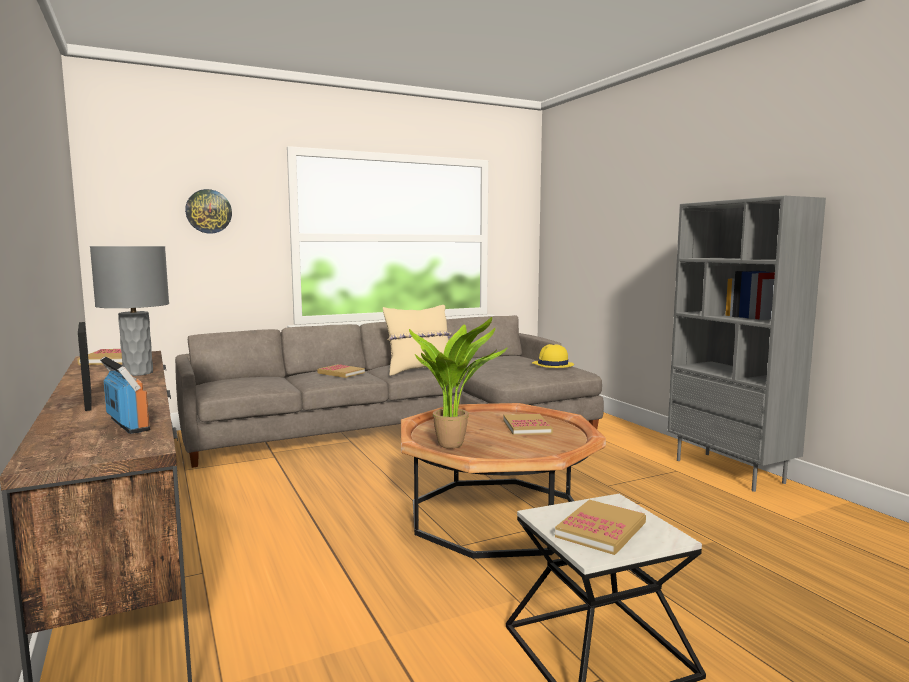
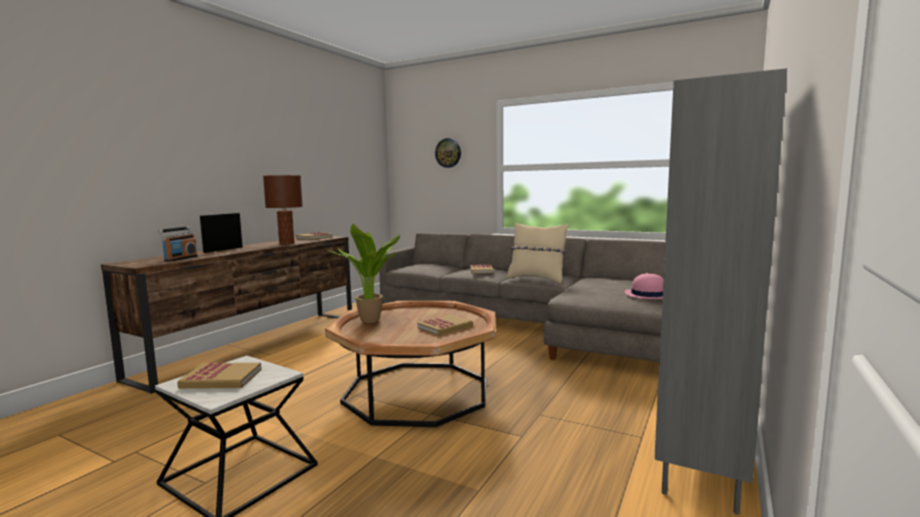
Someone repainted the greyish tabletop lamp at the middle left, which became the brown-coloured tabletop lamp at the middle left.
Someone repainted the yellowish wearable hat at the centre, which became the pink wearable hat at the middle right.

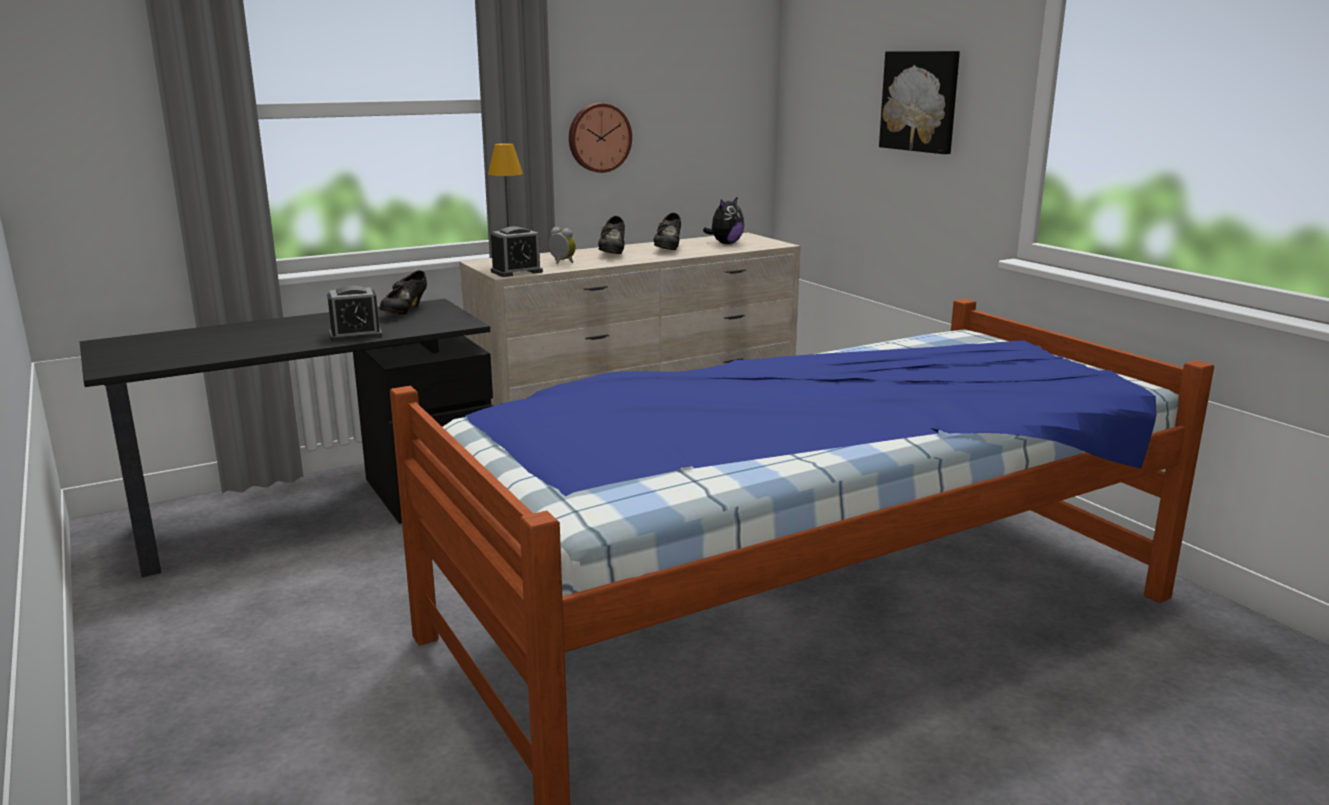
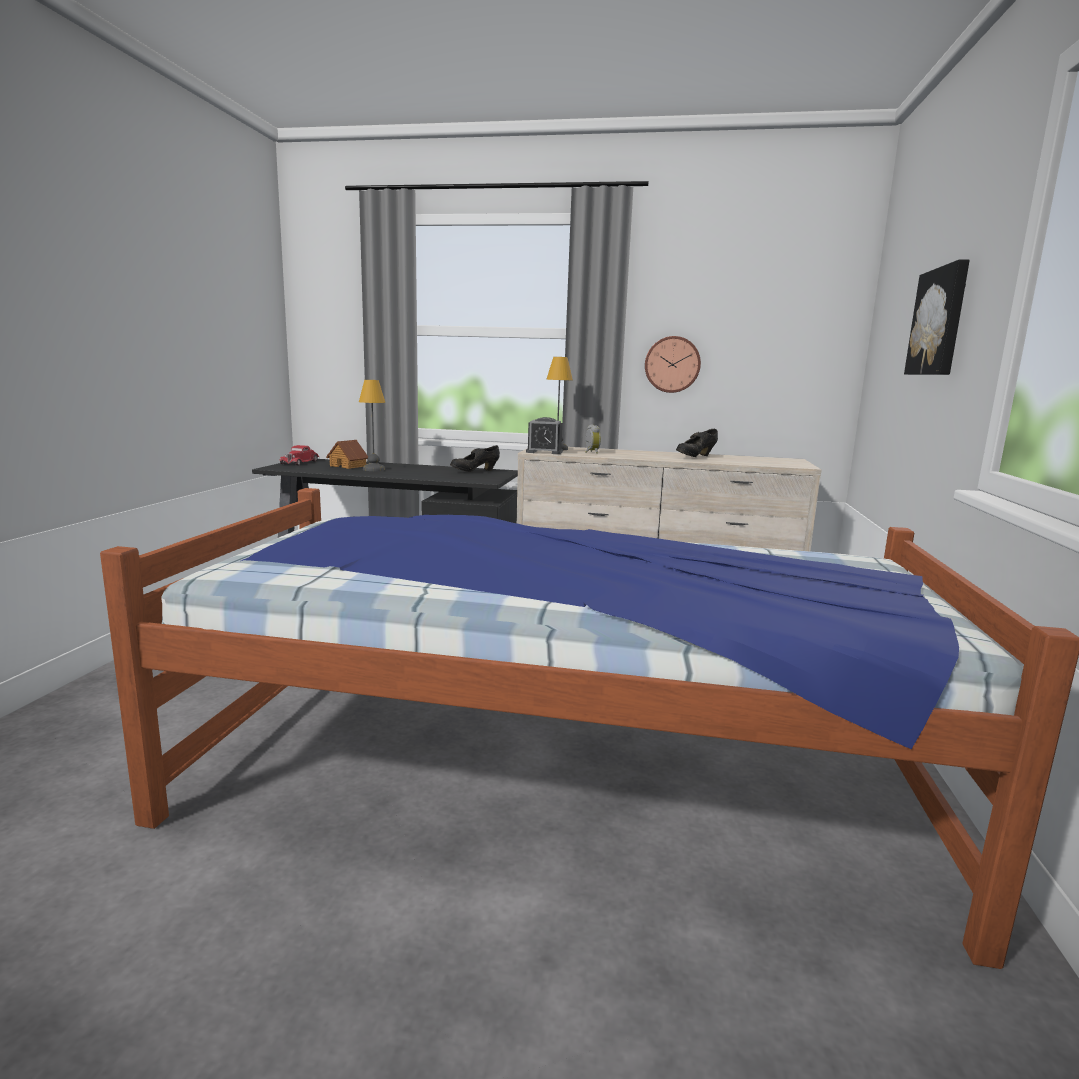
Someone took away the alarm clock (1st from left) at the middle left.
Someone took away the black item of footwear (2nd from left) at the top centre.
Someone took away the plush toy at the top centre.
Someone put down the red-coloured miniature car at the middle left.
Someone put down the model house at the middle left.
Someone put down the tabletop lamp (1st from left) at the centre.

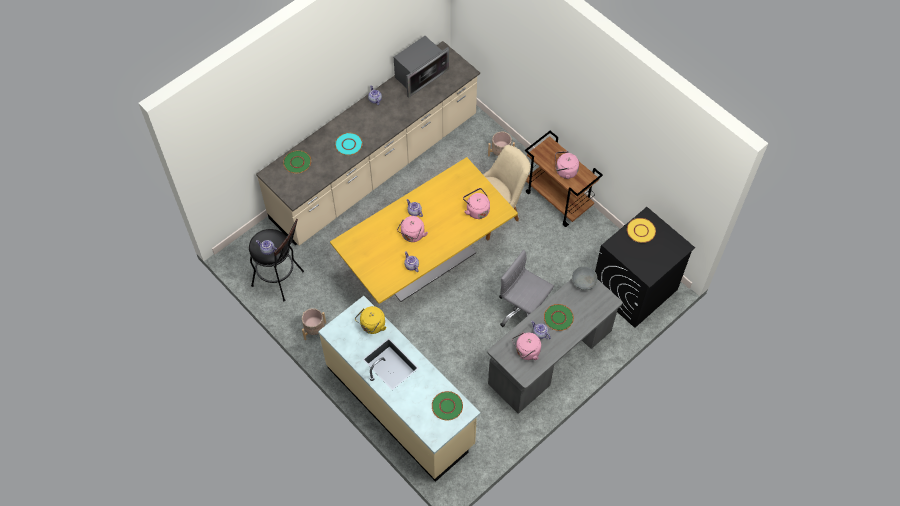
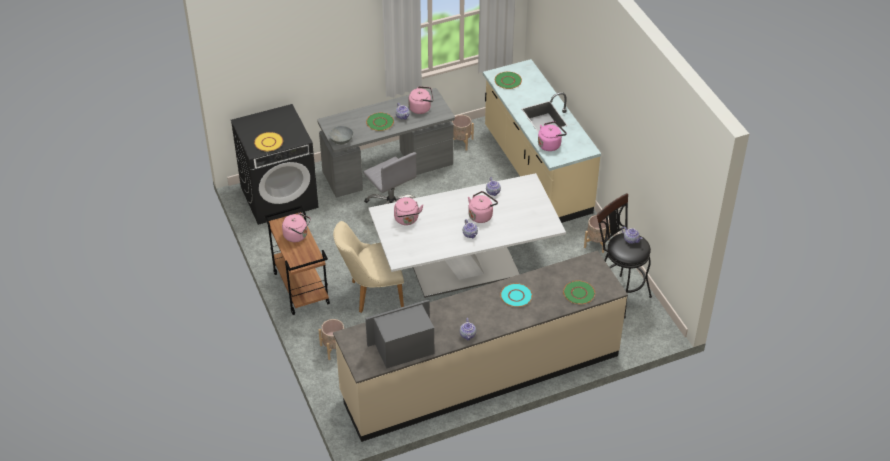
Someone repainted the yellowish dining table at the centre, which became the whitish dining table at the centre.
Someone repainted the yellowish tea kettle at the centre, which became the pink tea kettle (5th from left) at the top centre.
Someone put down the beige-coloured planter (2nd from left) at the top centre.

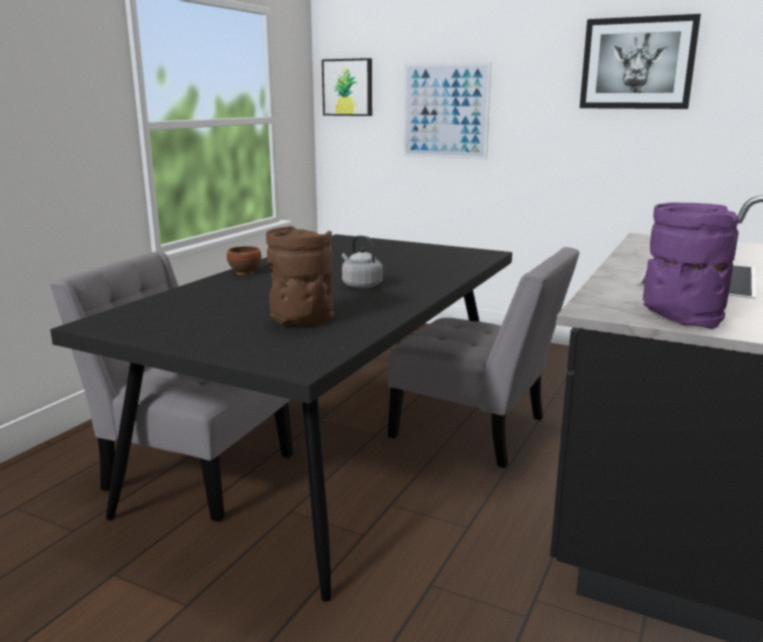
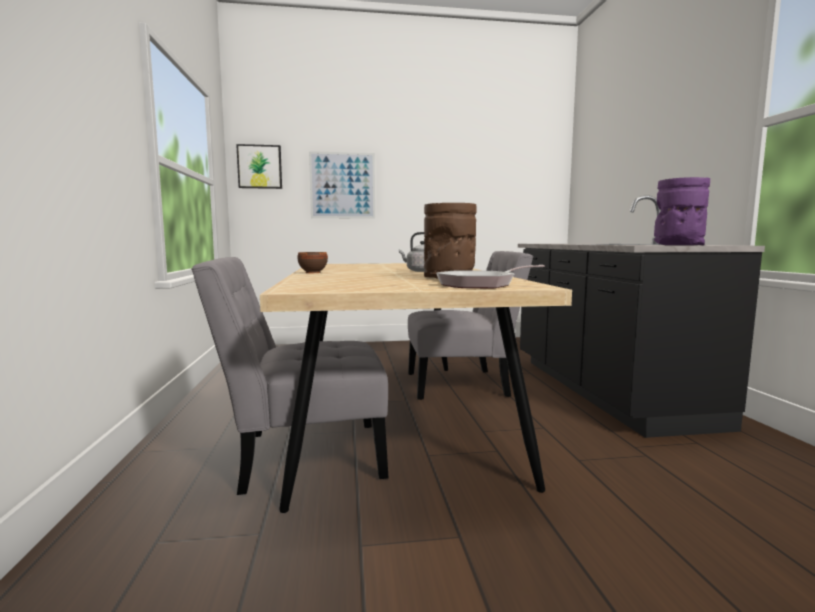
Someone repainted the black dining table at the centre, which became the beige-coloured dining table at the centre.
Someone took away the picture (3rd from left) at the top right.
Someone put down the skillet at the centre.

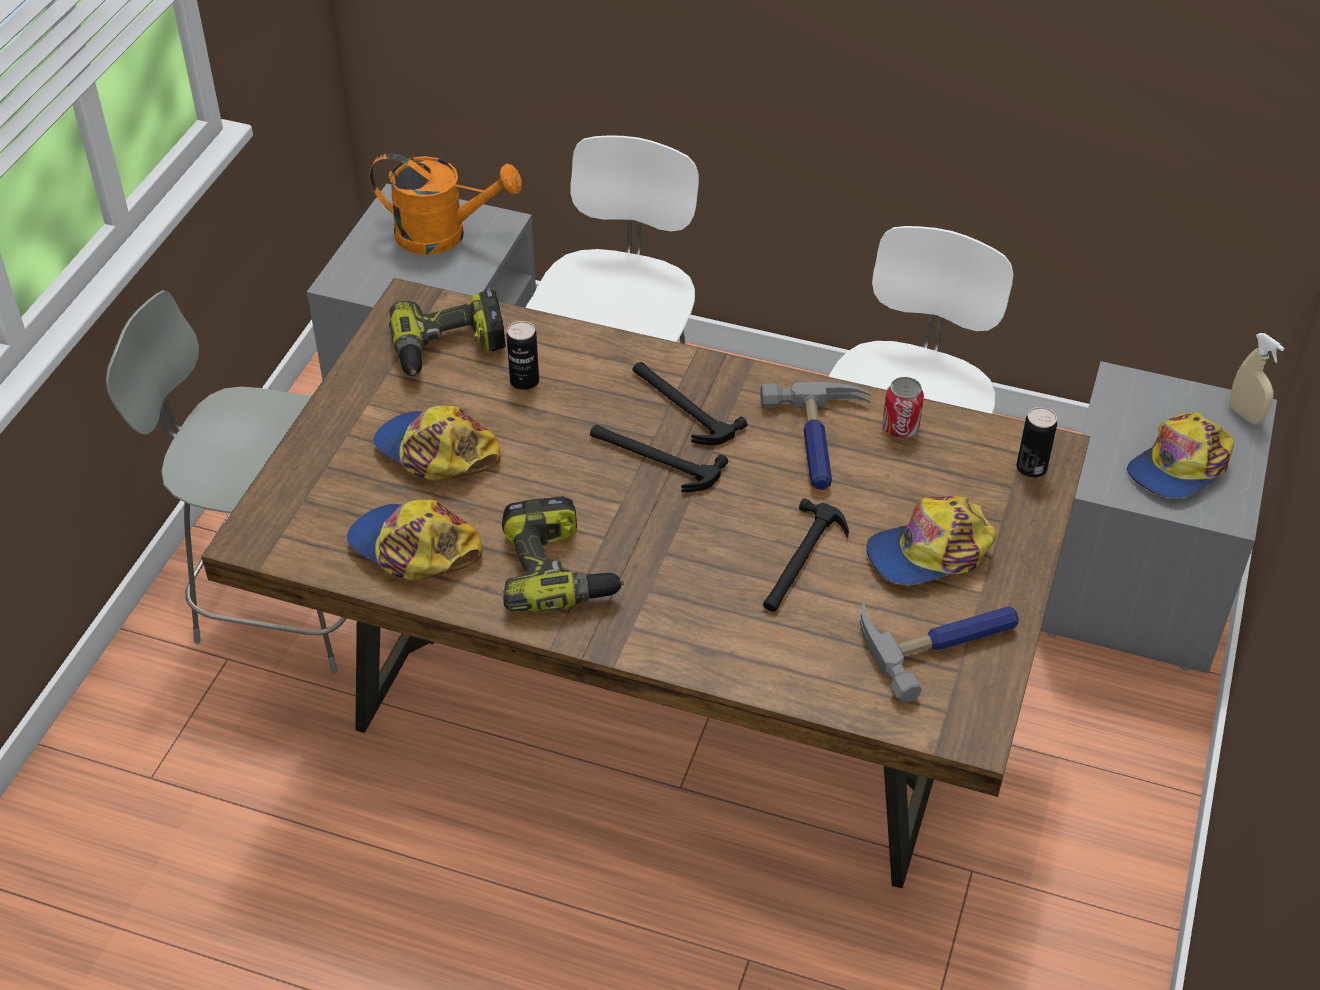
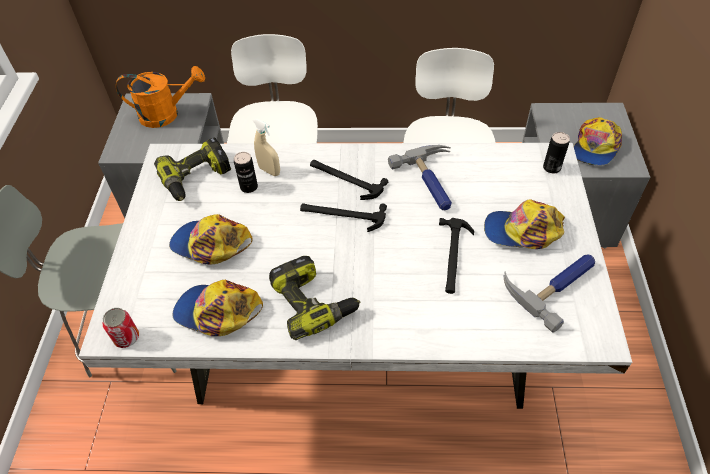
Someone repainted the brown-coloured dining table at the centre, which became the whitish dining table at the centre.
Someone rotated the peaked cap (3rd from left) at the middle right by 45 degrees clockwise.
Someone carried the can (2nd from left in the first image) from the middle right to the bottom left.
Someone carried the beige-coloured hand sprayer from the middle right to the top centre.

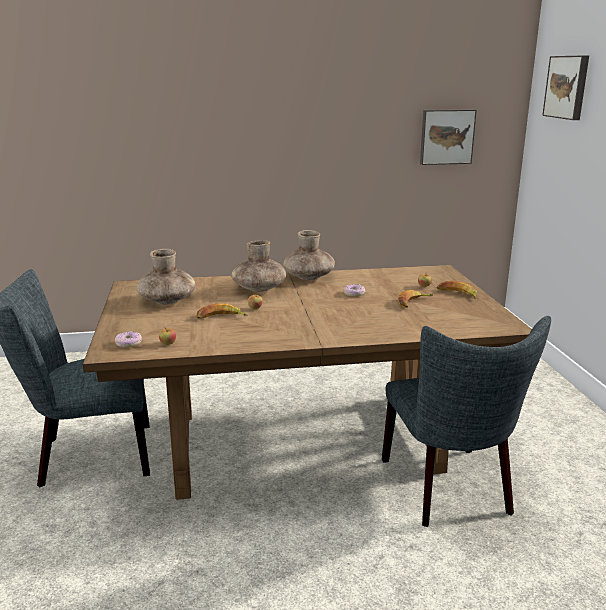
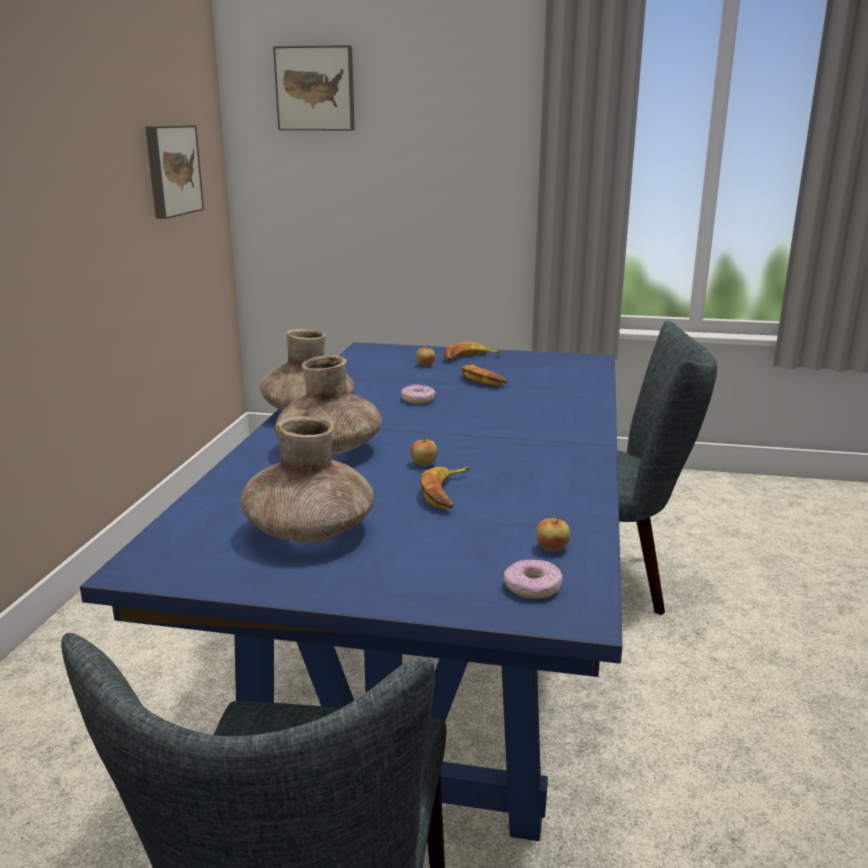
Someone repainted the brown-coloured dining table at the centre, which became the bluish dining table at the bottom centre.

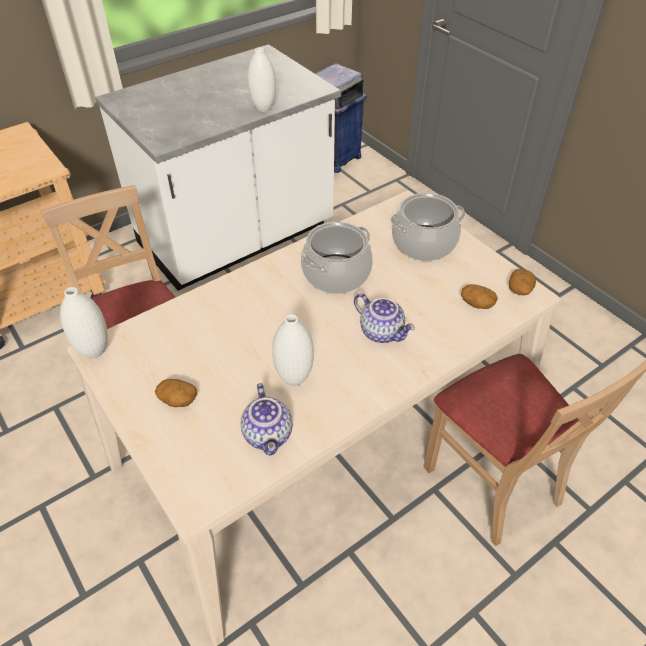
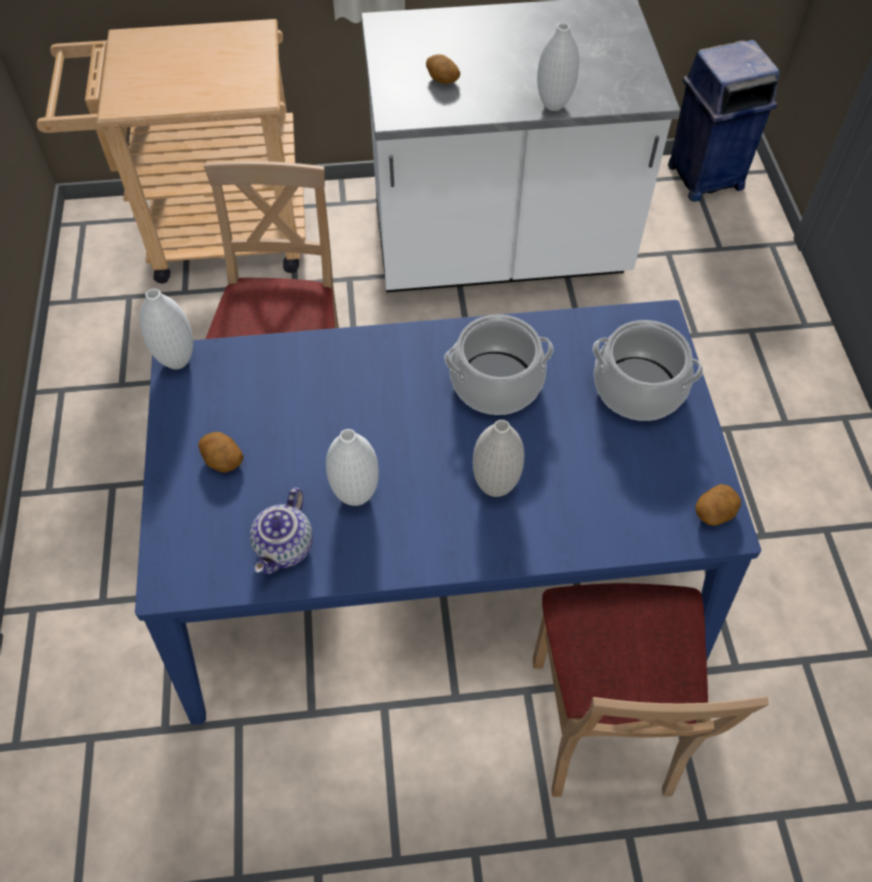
Someone repainted the beige-coloured dining table at the centre, which became the bluish dining table at the centre.
Someone swapped the teapot (2nd from left) at the centre for the whitish vase (3rd from left) at the centre.
Someone carried the potato (2nd from left) from the middle right to the top centre.

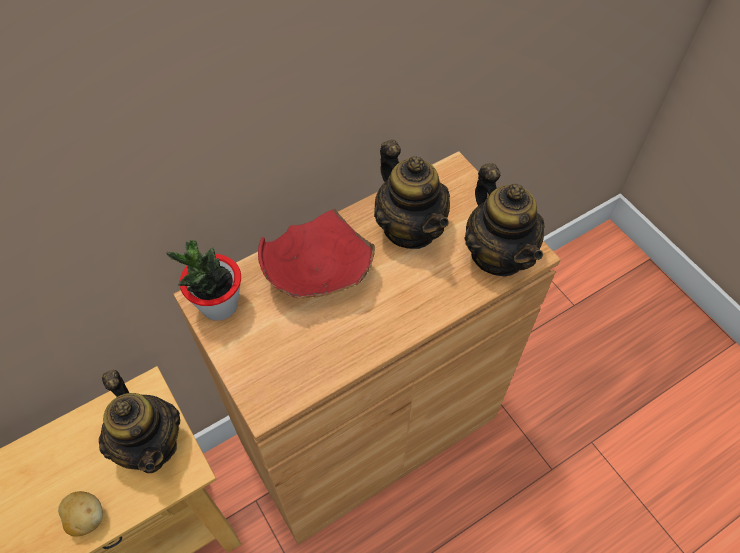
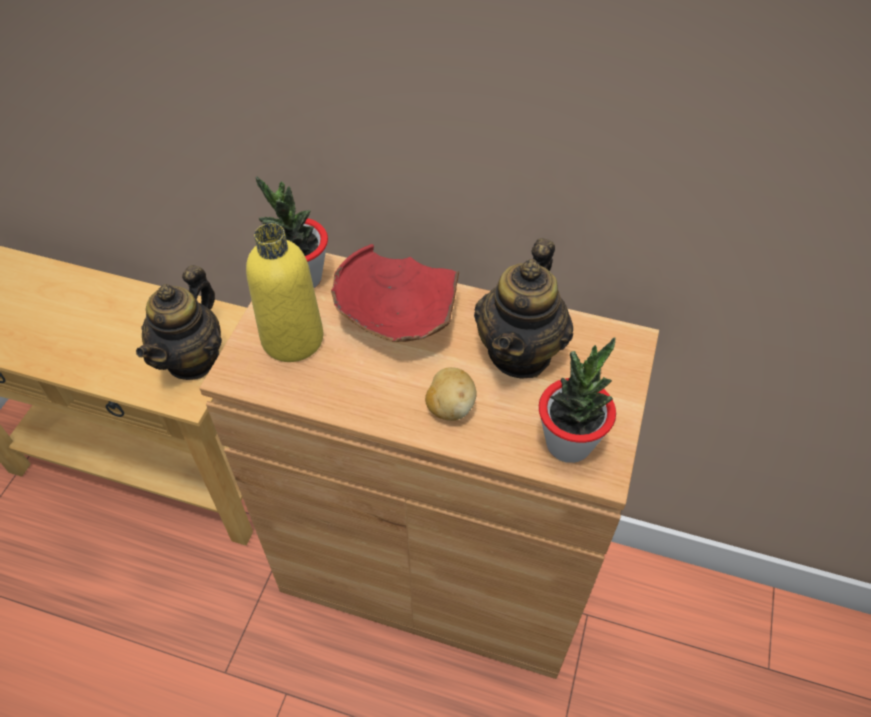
Someone carried the potato from the bottom left to the centre.
Someone swapped the teapot (3rd from left) at the middle right for the houseplant (2nd from left) at the centre.
Someone put down the yellowish bottle at the middle left.

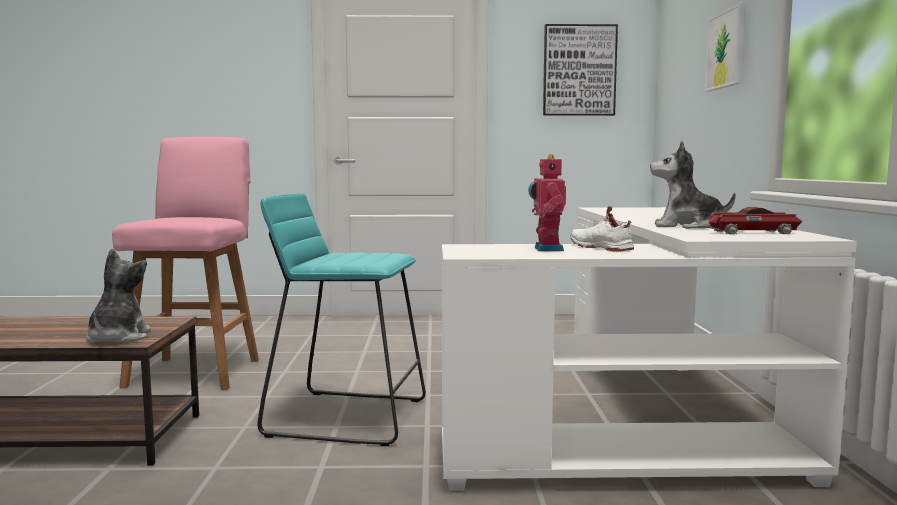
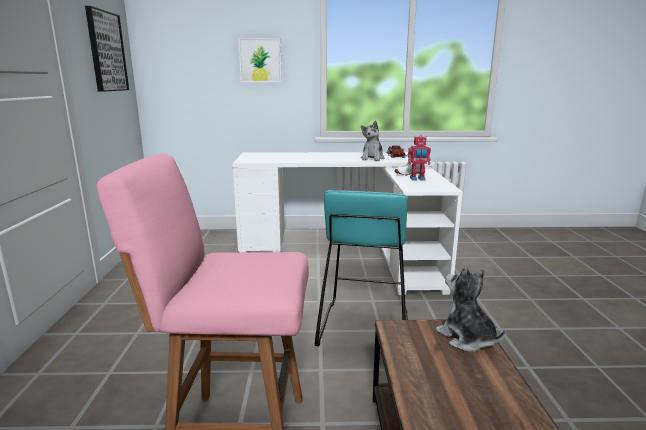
Someone rotated the plush toy (1st from left in the first image) at the middle left by 60 degrees clockwise.

